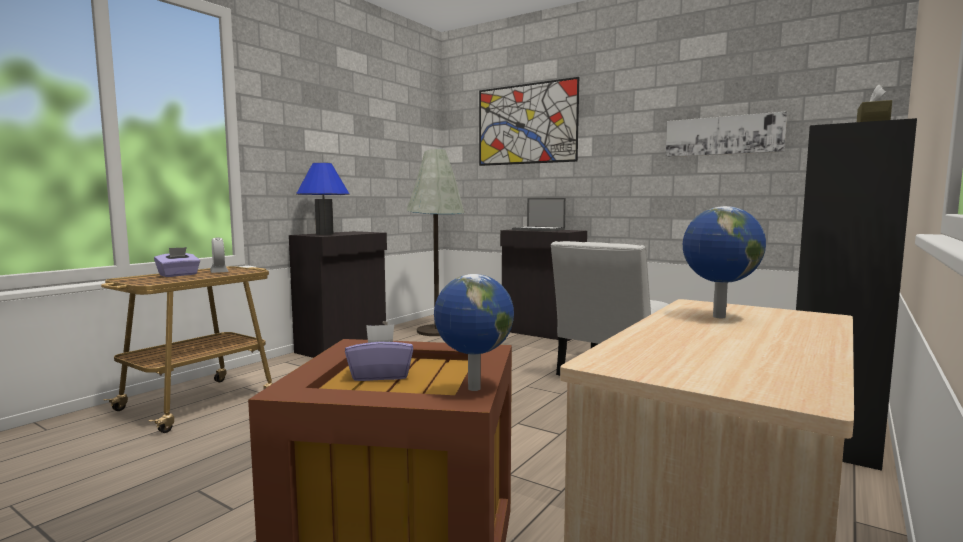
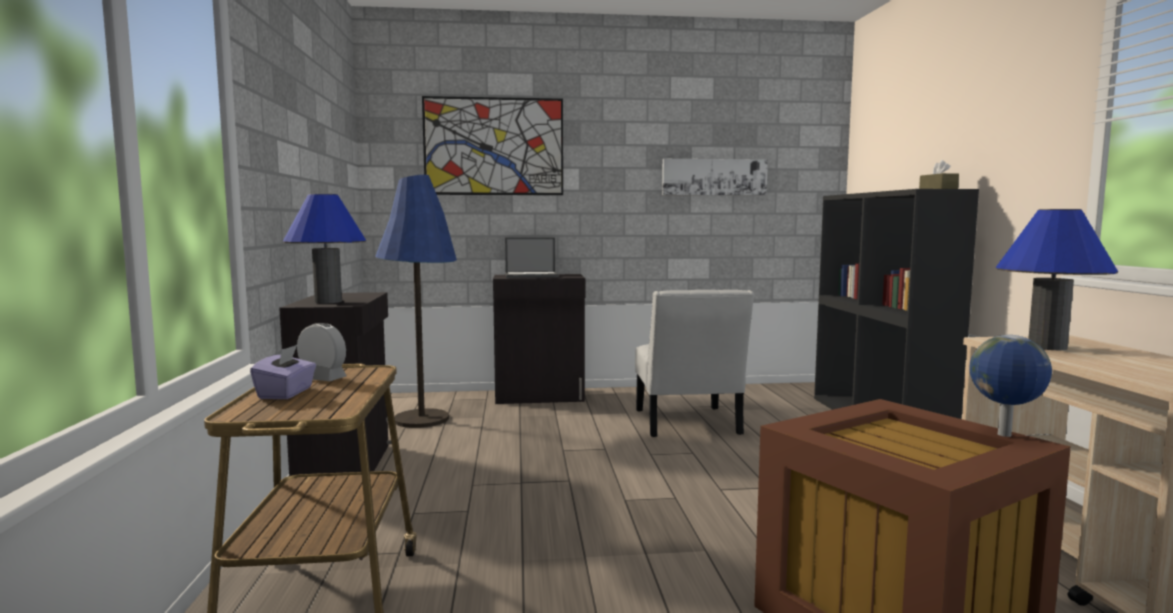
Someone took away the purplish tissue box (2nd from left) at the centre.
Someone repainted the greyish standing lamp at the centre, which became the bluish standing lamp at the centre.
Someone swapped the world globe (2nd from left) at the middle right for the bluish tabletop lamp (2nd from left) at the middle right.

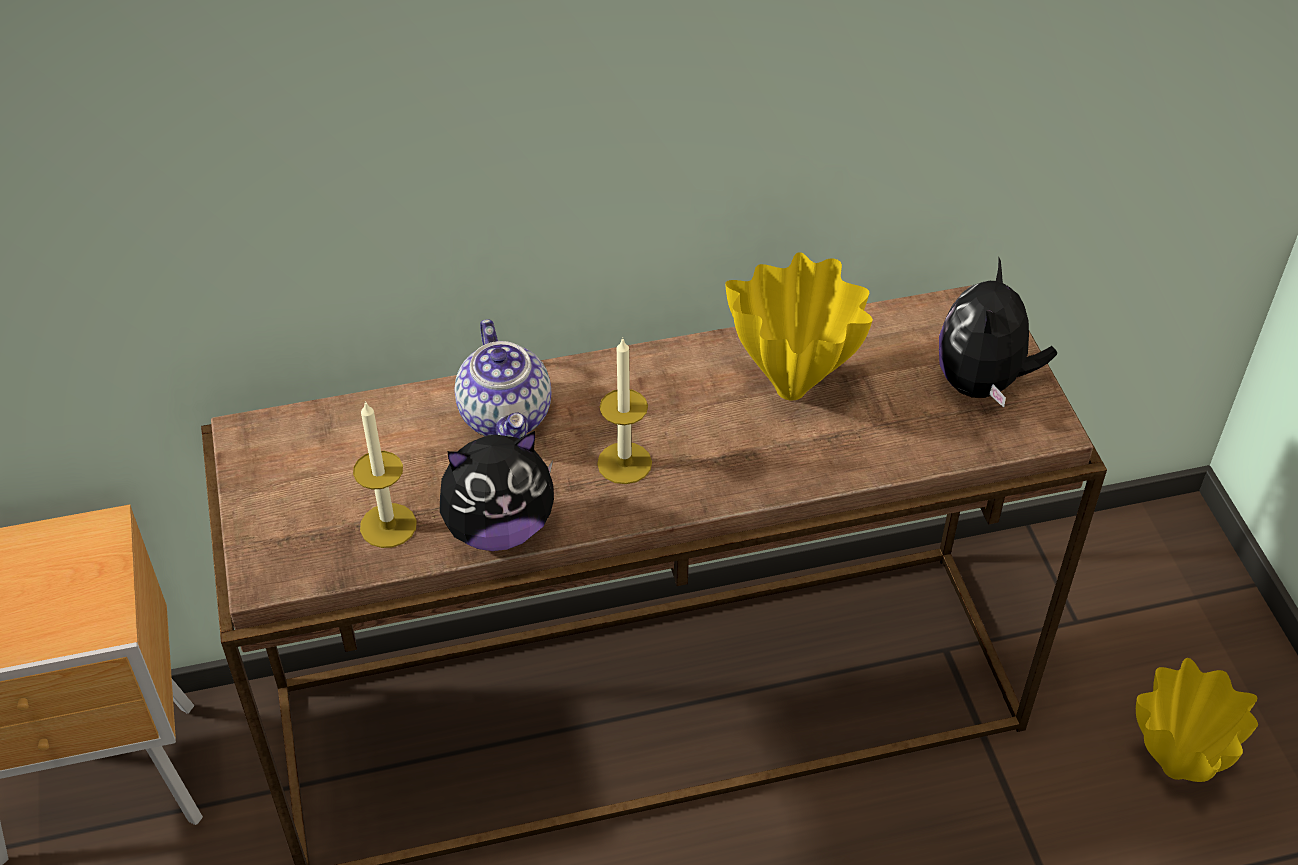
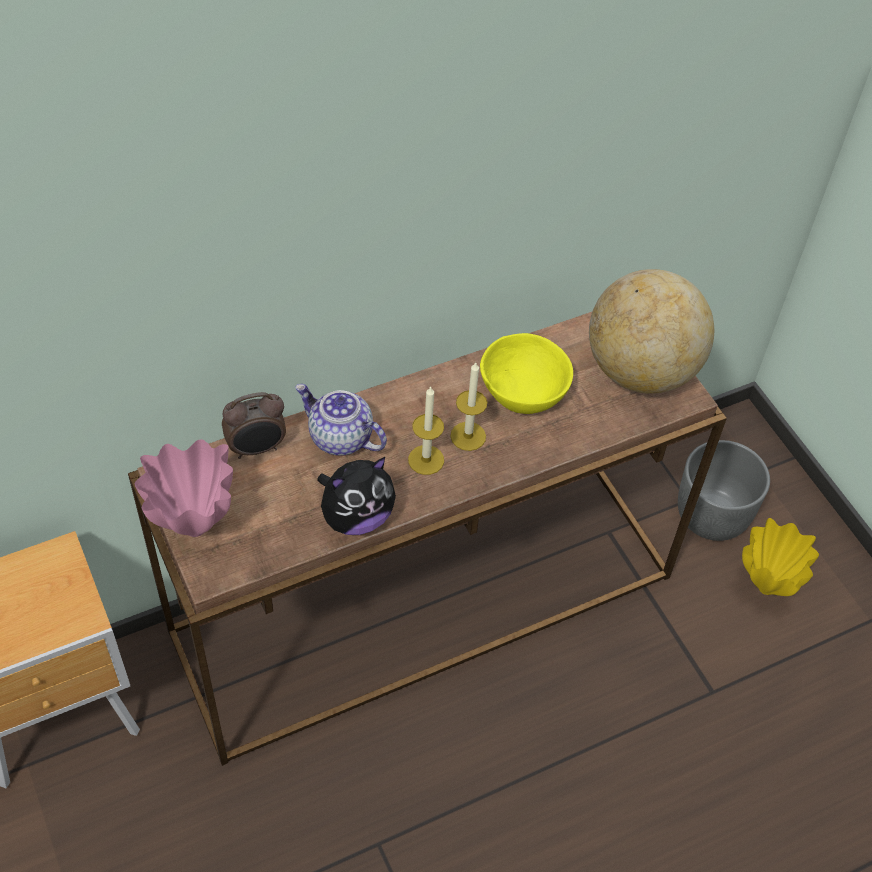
Someone carried the wax candle (1st from left in the first image) from the middle left to the centre.
Someone rotated the teapot at the centre by 150 degrees clockwise.
Someone swapped the yellowish vase (1st from left) at the centre for the yellowish deep dish at the centre.
Someone swapped the plush toy (2nd from left) at the middle right for the world globe at the middle right.
Someone put down the pink vase at the middle left.
Someone put down the alarm clock at the middle left.
Someone put down the greyish planter at the middle right.

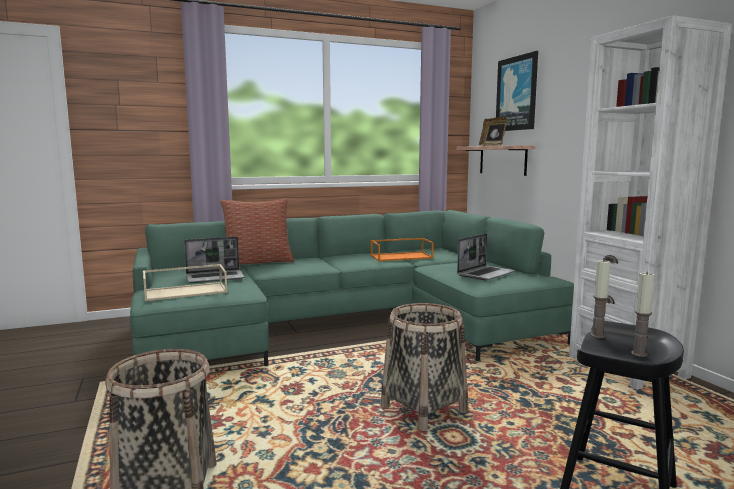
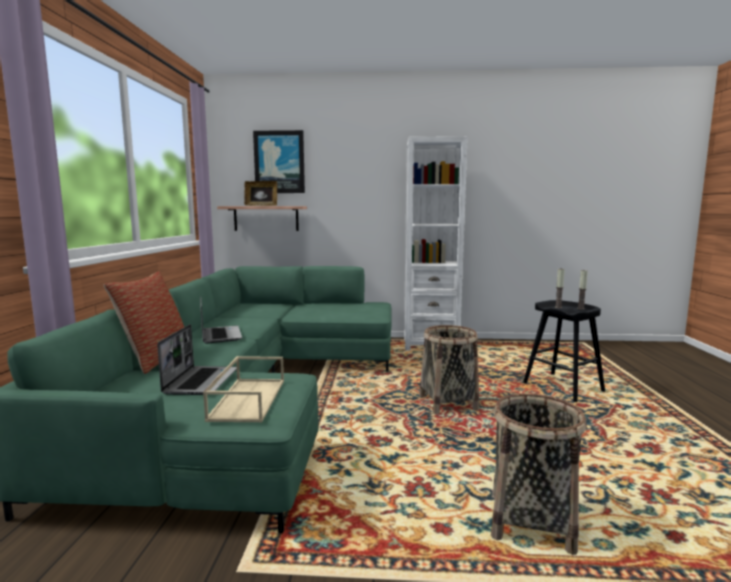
Someone took away the orangey serving tray at the centre.
Someone carried the notebook computer (2nd from left) from the centre to the middle left.

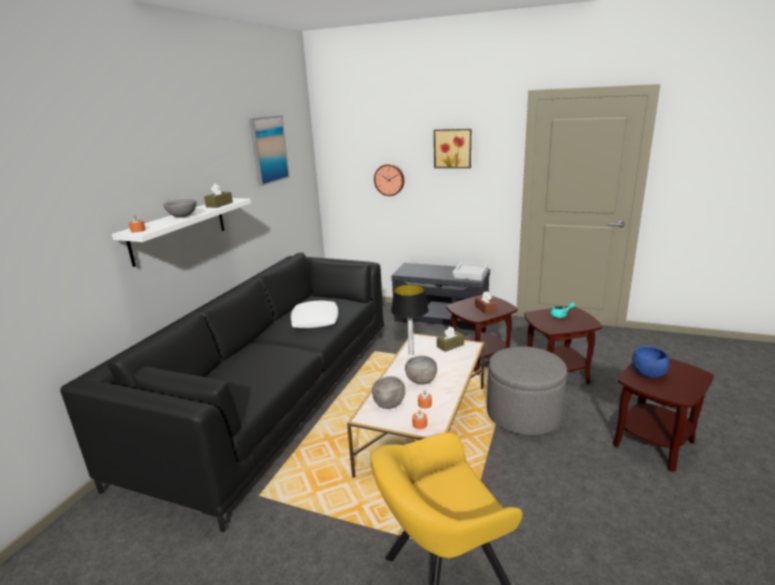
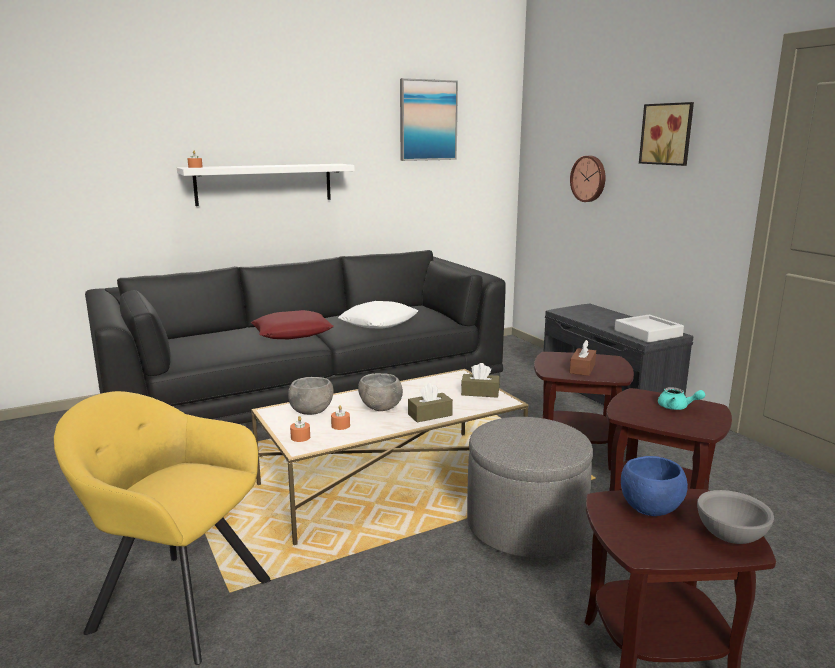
Someone carried the greyish deep dish (1st from left in the first image) from the middle left to the bottom right.
Someone carried the brown-coloured tissue box (1st from left) from the middle left to the centre.
Someone took away the tabletop lamp at the centre.
Someone put down the red-coloured cushion at the centre.

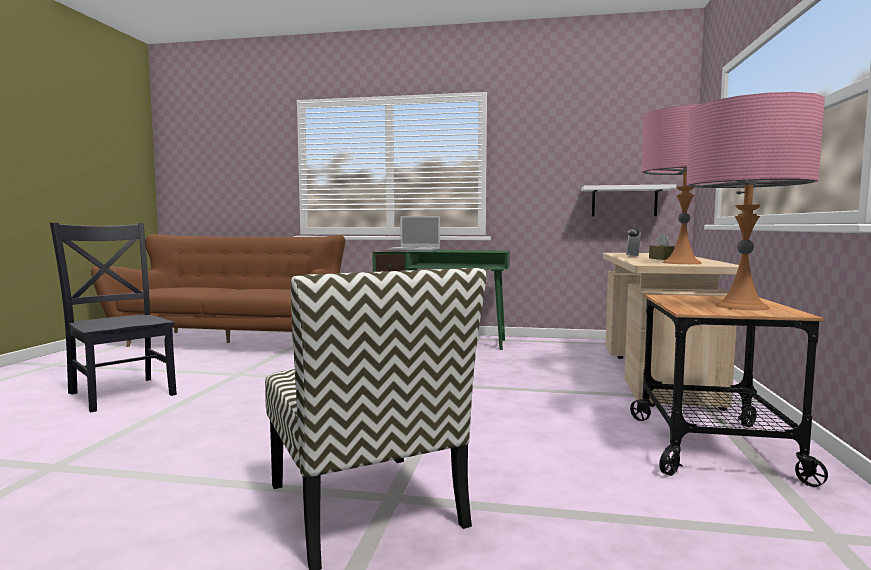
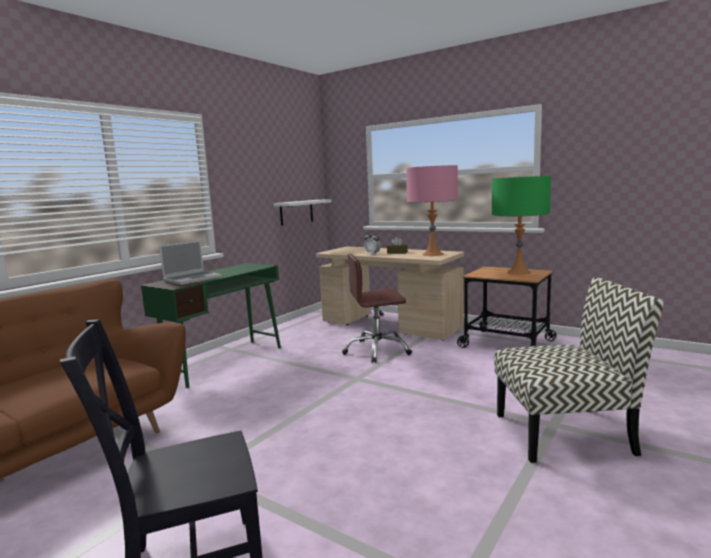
Someone repainted the pink tabletop lamp (2nd from left) at the middle right, which became the green tabletop lamp at the middle right.
Someone put down the brown-coloured desk chair at the centre.

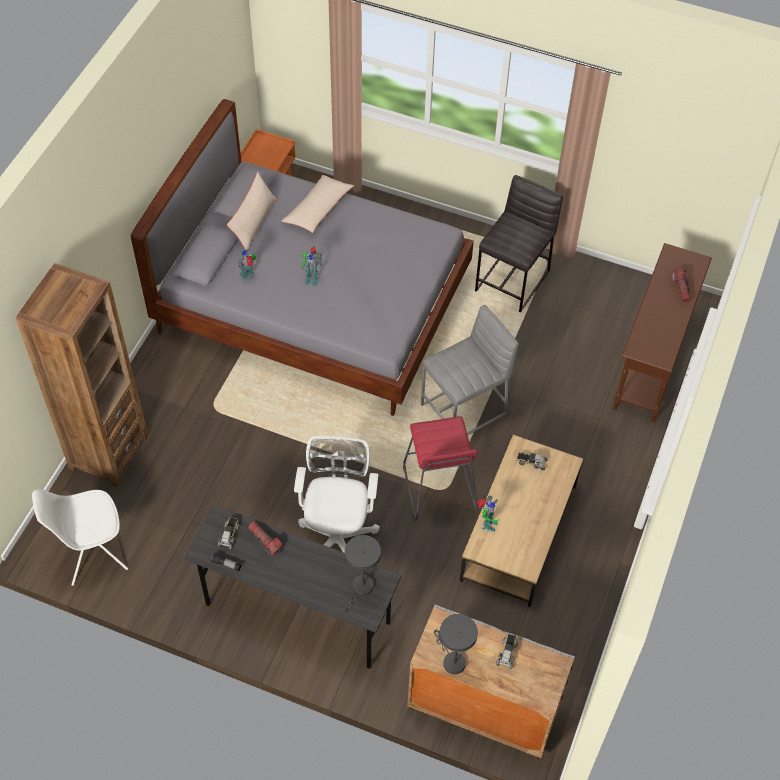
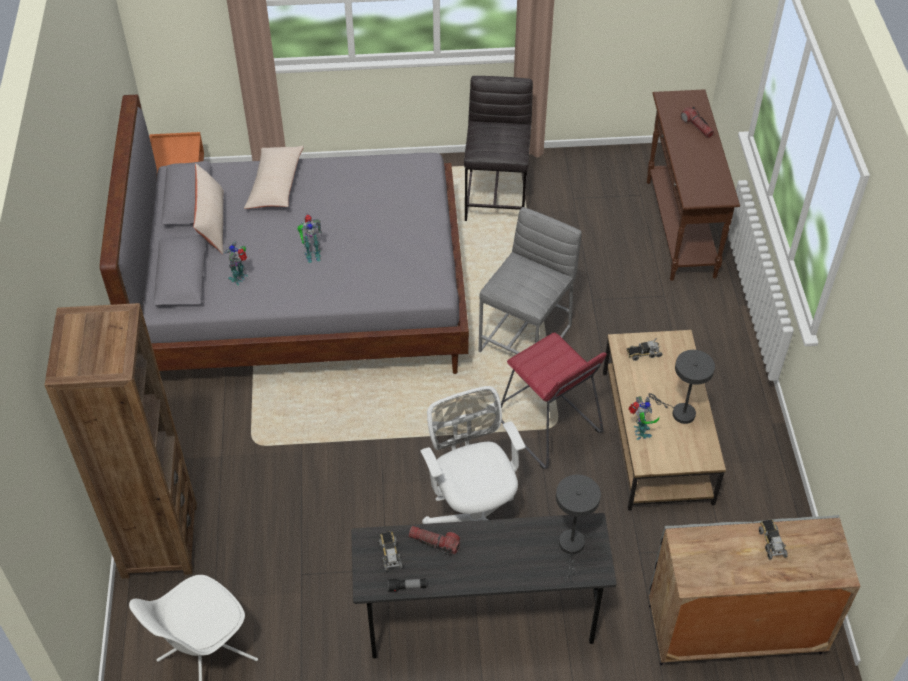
Someone carried the greyish tabletop lamp (2nd from left) from the bottom centre to the middle right.

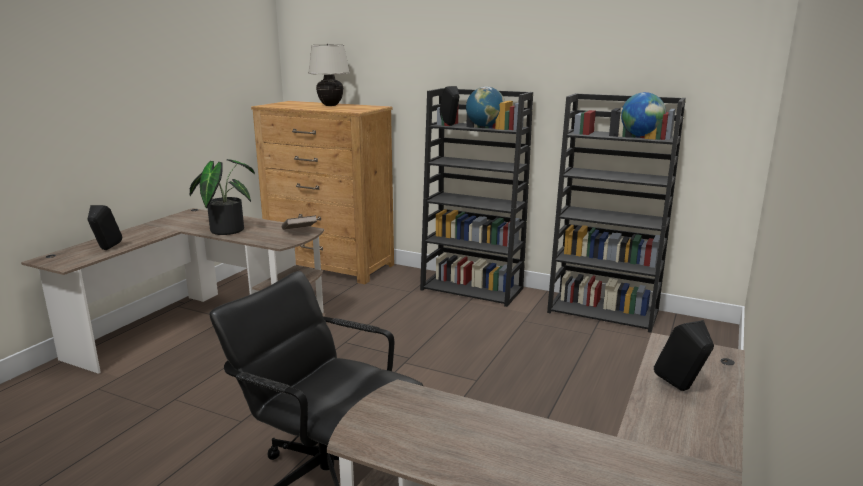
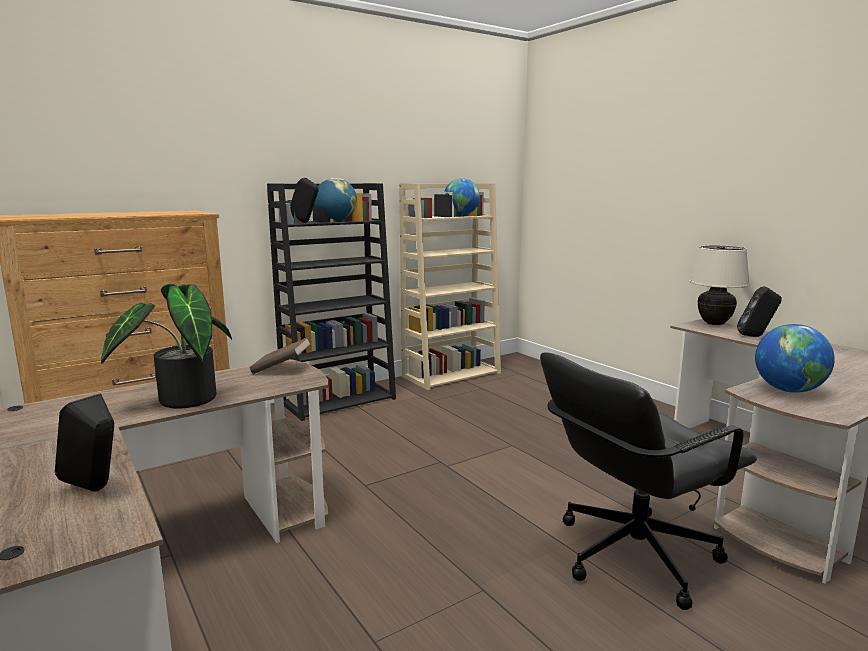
Someone carried the beige-coloured tabletop lamp from the top centre to the middle right.
Someone repainted the black bookshelf (2nd from left) at the middle right, which became the beige-coloured bookshelf at the centre.
Someone put down the world globe (3rd from left) at the middle right.

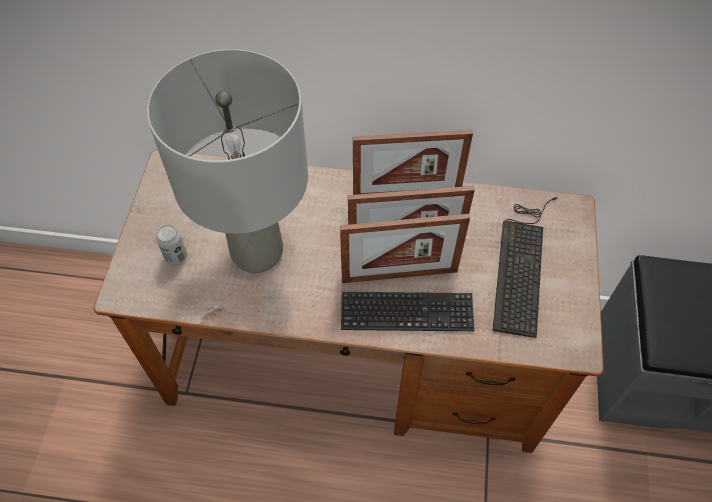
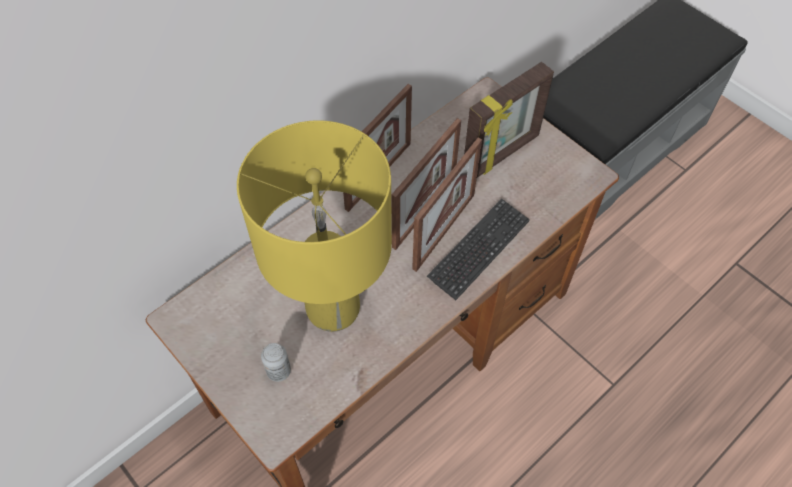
Someone repainted the greyish tabletop lamp at the top left, which became the yellowish tabletop lamp at the centre.
Someone swapped the PC keyboard (2nd from left) at the middle right for the standing frame (4th from left) at the top centre.

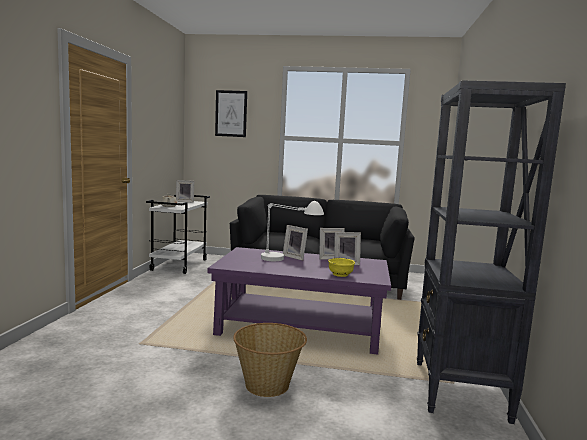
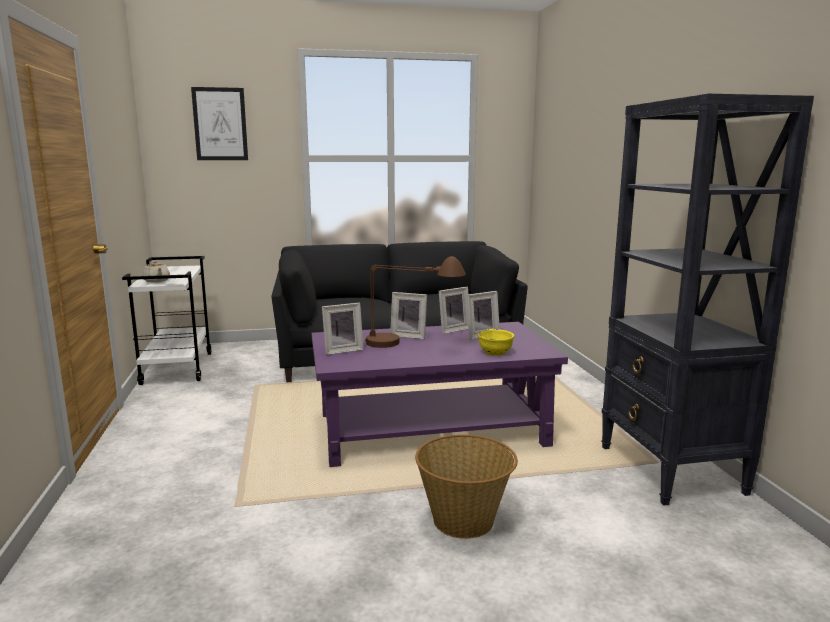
Someone carried the standing frame (1st from left) from the middle left to the centre.
Someone repainted the whitish tabletop lamp at the centre, which became the brown-coloured tabletop lamp at the centre.

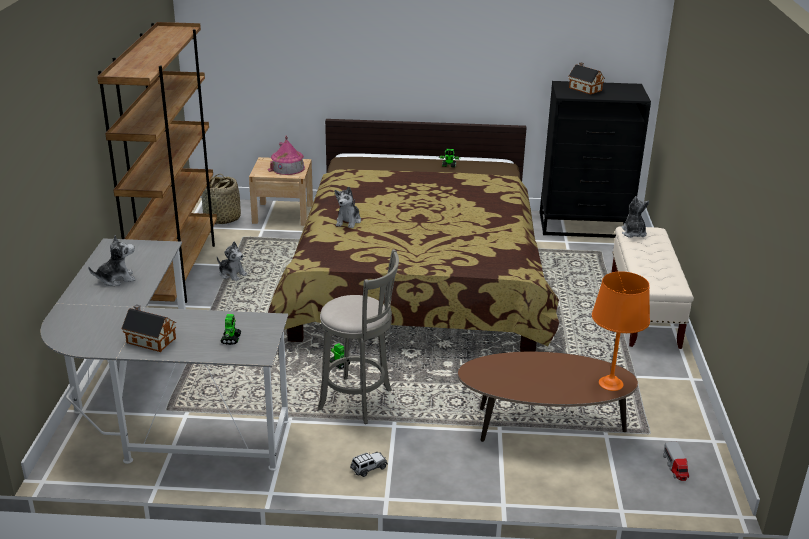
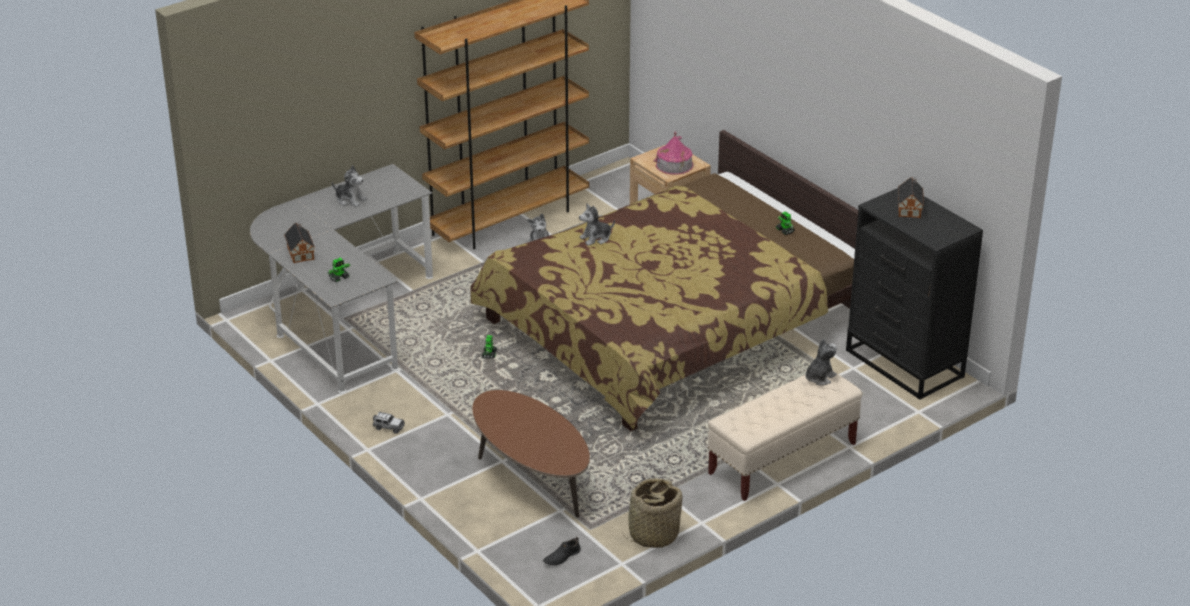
Someone carried the storage basket from the middle left to the bottom centre.
Someone took away the greyish stool at the centre.
Someone took away the orangey tabletop lamp at the middle right.
Someone swapped the toy truck at the bottom right for the black item of footwear at the bottom centre.

